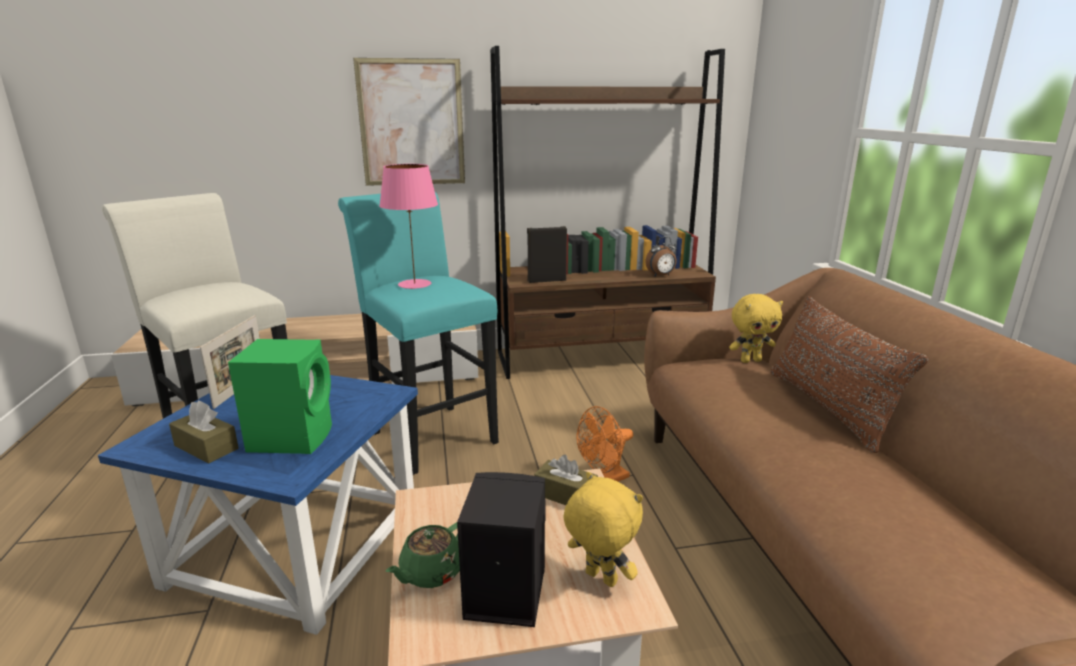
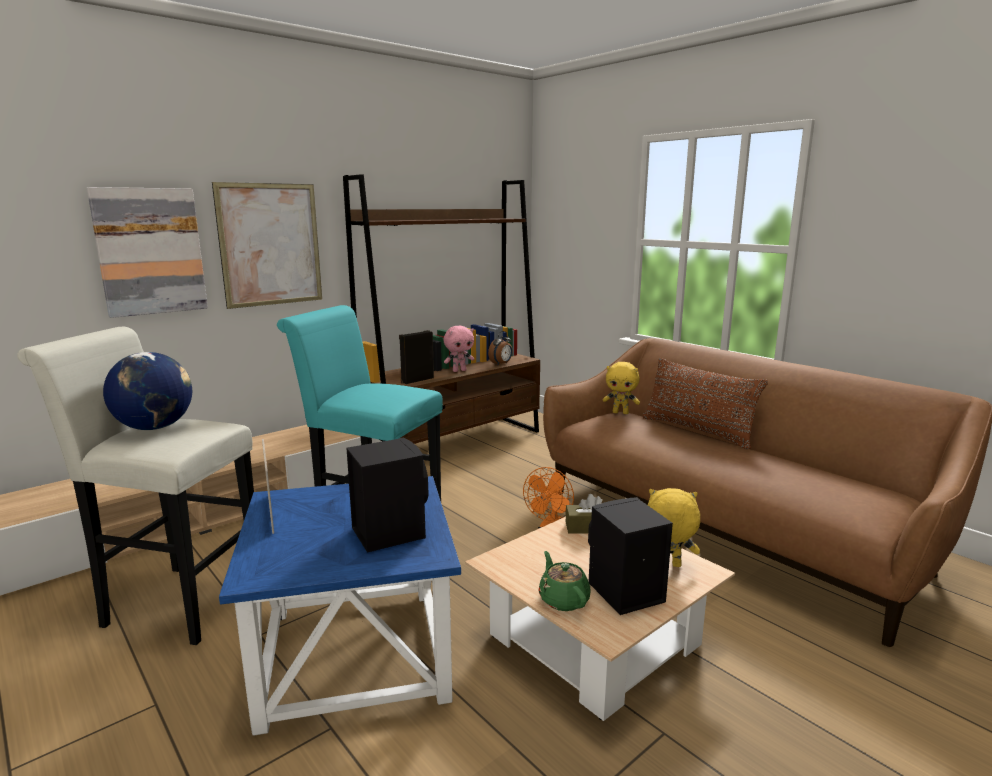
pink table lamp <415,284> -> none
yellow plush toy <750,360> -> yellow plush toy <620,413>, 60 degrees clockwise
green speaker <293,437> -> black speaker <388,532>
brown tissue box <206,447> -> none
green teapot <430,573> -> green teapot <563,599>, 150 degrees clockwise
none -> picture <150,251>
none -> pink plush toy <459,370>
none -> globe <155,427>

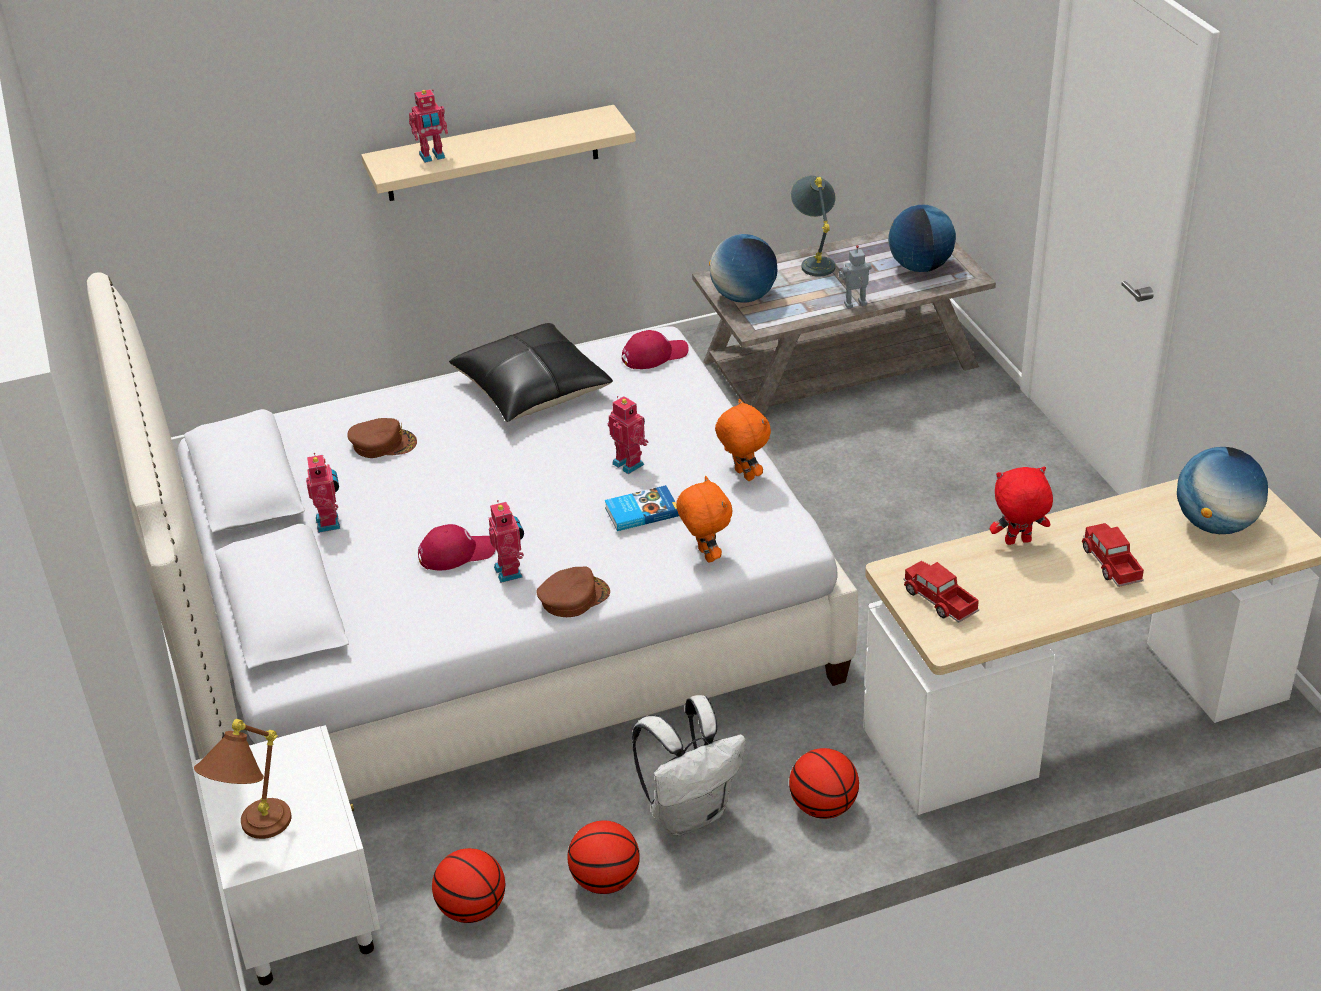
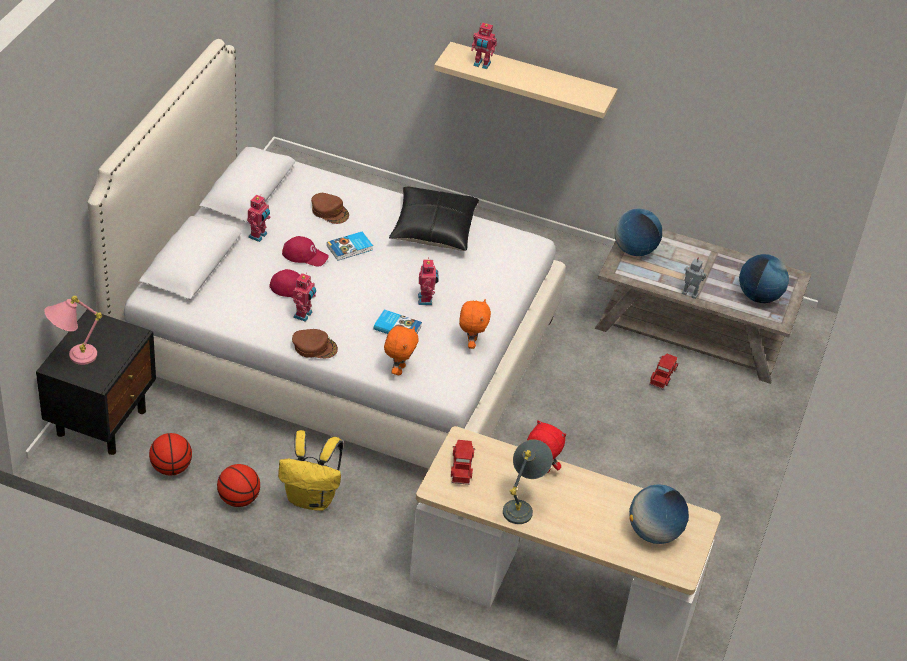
grey table lamp <815,261> -> grey table lamp <523,505>, move
red cap <654,355> -> red cap <305,255>, move
toy truck <1110,564> -> toy truck <662,376>, move
white backpack <690,812> -> yellow backpack <312,498>
brown table lamp <255,833> -> pink table lamp <72,357>
white nightstand <305,920> -> black nightstand <102,421>
basketball <823,807> -> none
none -> book <350,248>

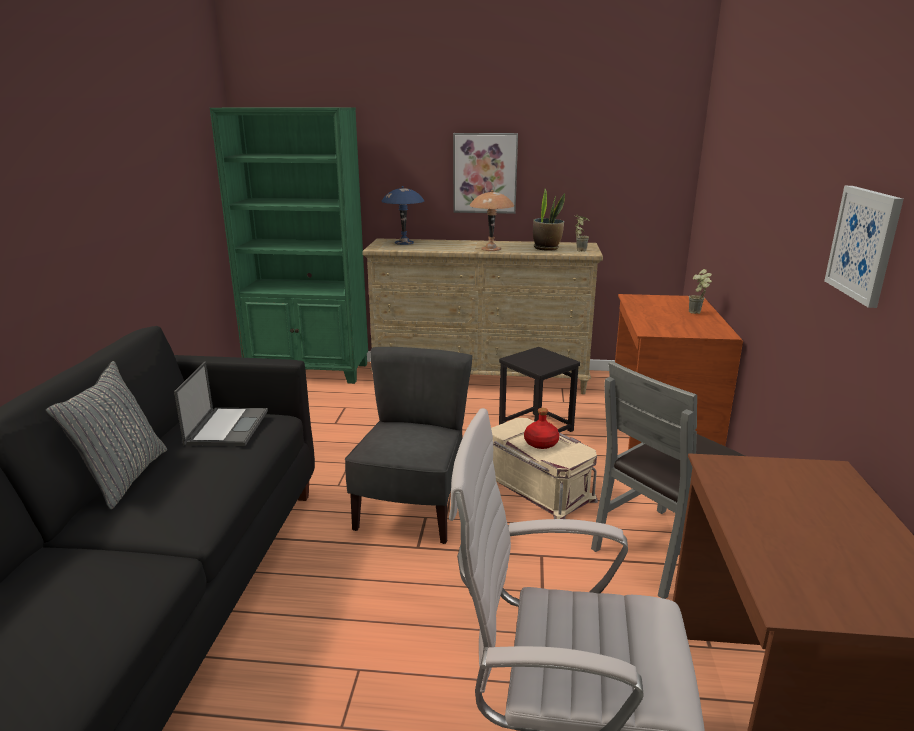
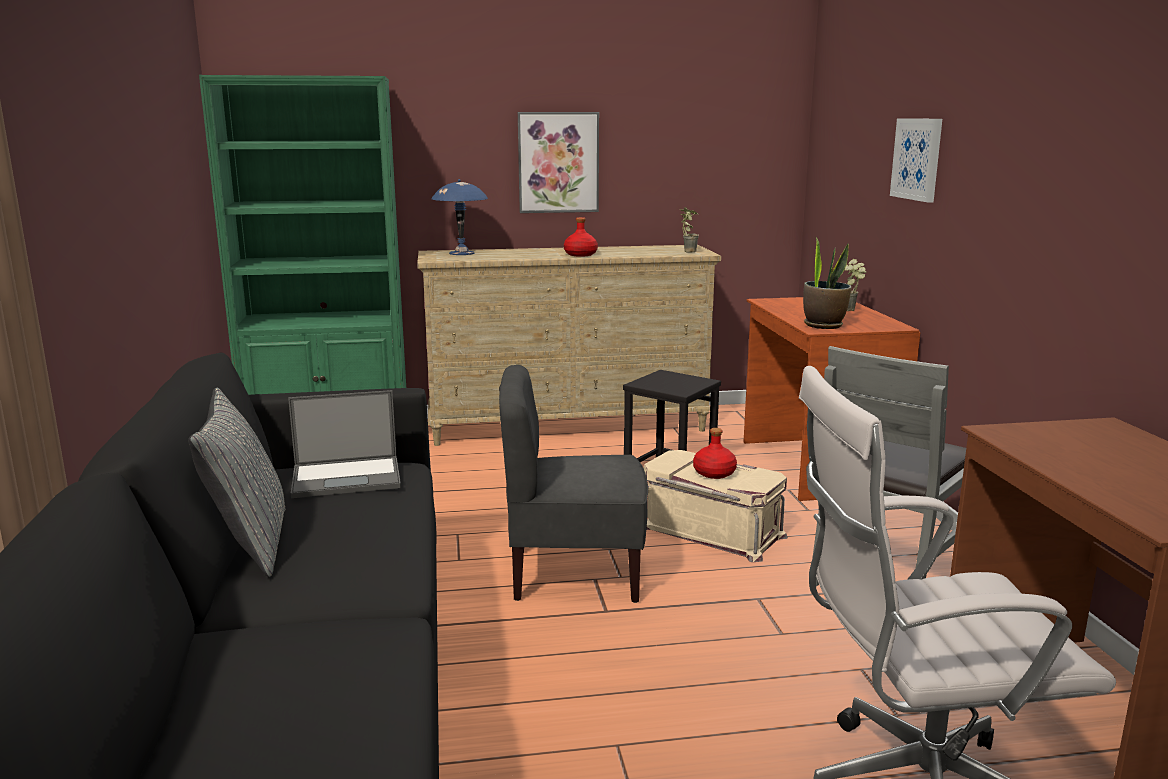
picture <864,244> -> picture <917,159>, move
potted plant <546,248> -> potted plant <823,325>, move
brown table lamp <491,249> -> red bottle <581,254>
grey chair <412,510> -> grey chair <573,574>, 90 degrees counterclockwise
laptop <227,427> -> laptop <348,477>, 90 degrees clockwise

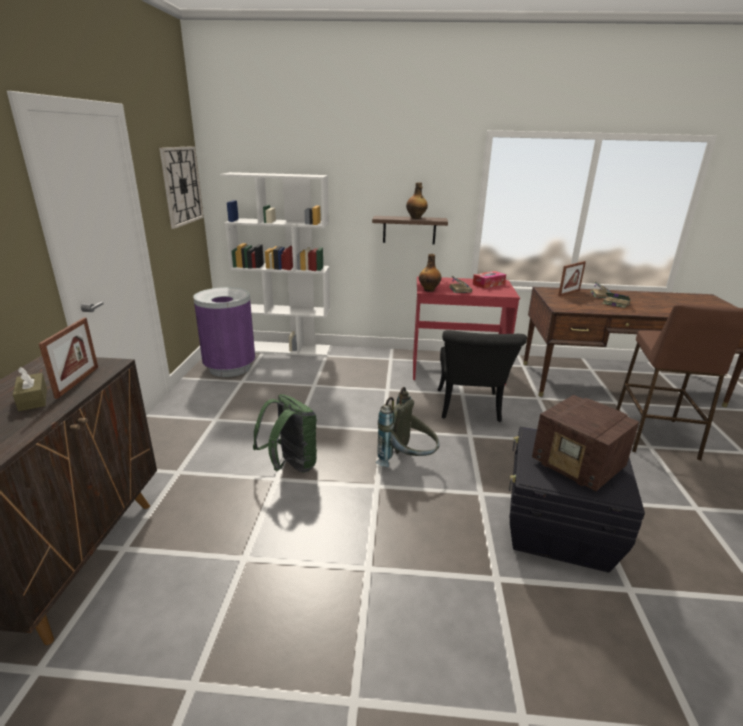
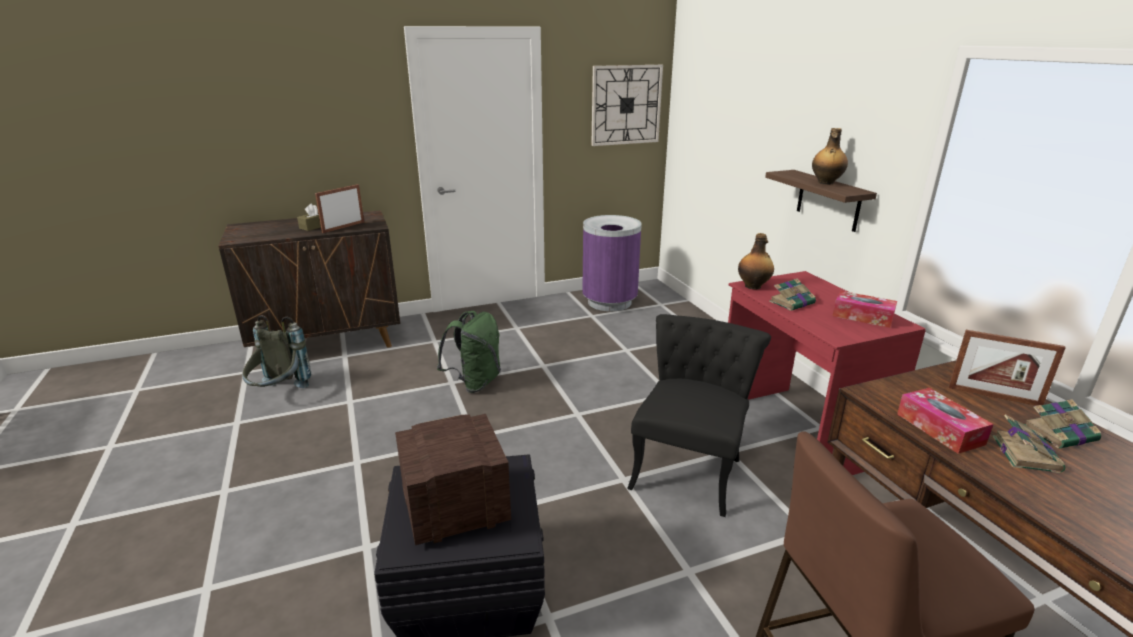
white bookcase <285,349> -> none
picture frame <77,382> -> picture frame <343,227>, 150 degrees clockwise
black chair <469,410> -> black chair <690,466>, 135 degrees clockwise
grey backpack <408,462> -> grey backpack <279,394>, move
radio <578,466> -> radio <453,508>, 45 degrees clockwise
none -> tissue box <939,429>

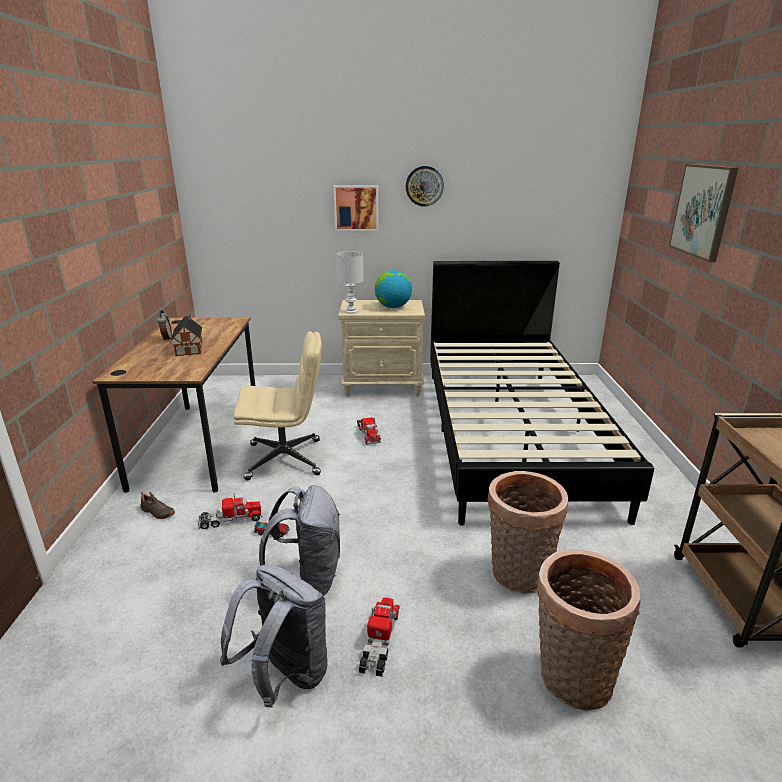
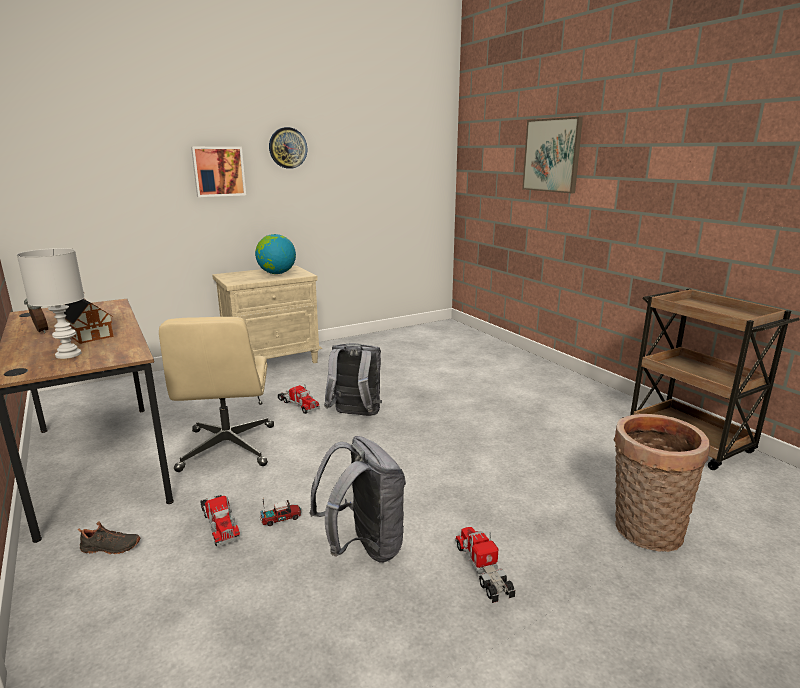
white table lamp <351,312> -> white table lamp <69,354>, move
black bed <510,433> -> none
beige office chair <285,459> -> beige office chair <228,448>, 120 degrees clockwise
basket <518,576> -> none
toy truck <230,520> -> toy truck <219,523>, 105 degrees clockwise
grey backpack <285,676> -> grey backpack <355,416>, move

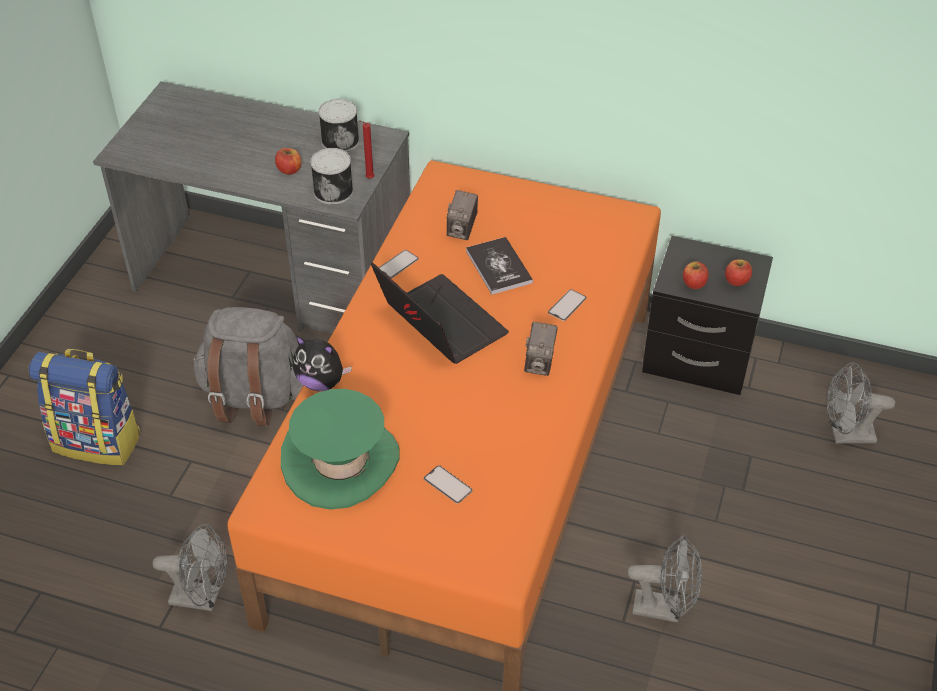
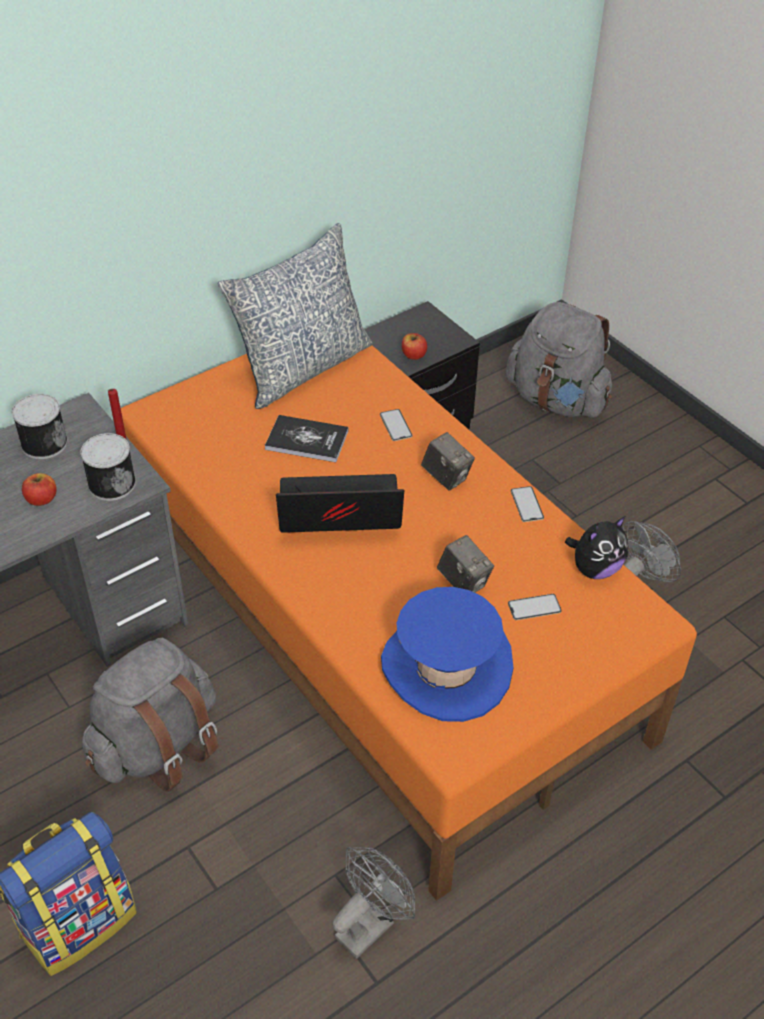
photo camera <462,230> -> photo camera <463,582>, move
phone <398,264> -> phone <527,504>, move
apple <736,281> -> none
plush toy <321,382> -> plush toy <595,568>, move
grey fan <845,435> -> grey backpack <557,400>
green hat <341,462> -> blue hat <446,667>
none -> pillow <302,367>

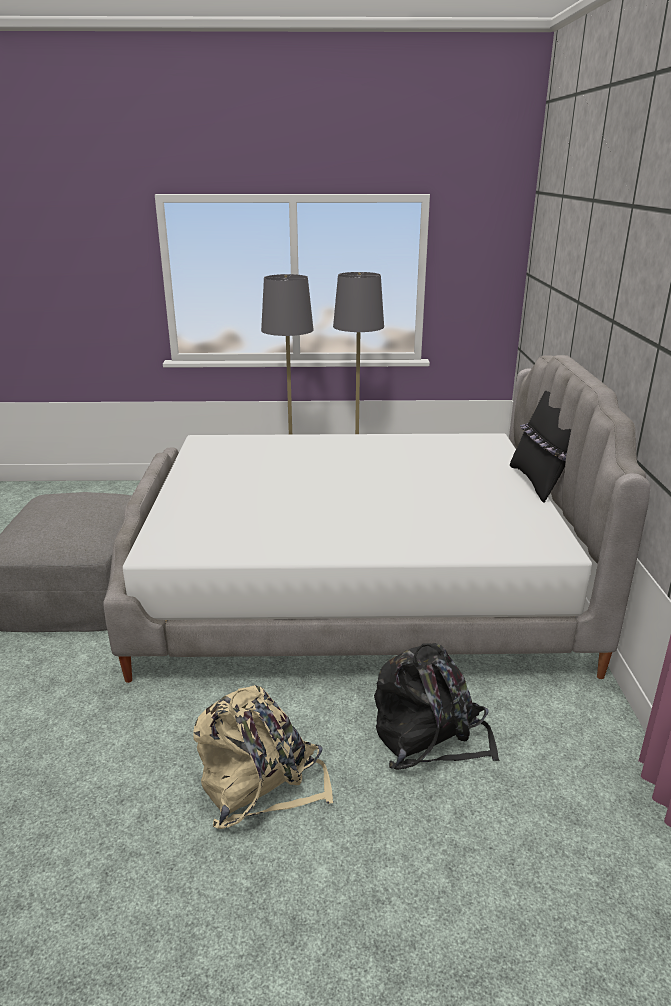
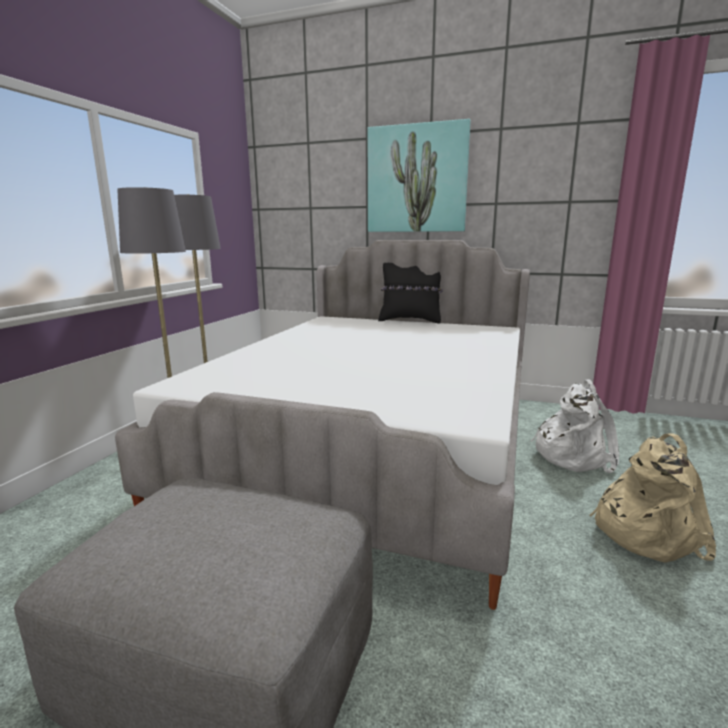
black backpack <429,736> -> white backpack <573,455>
none -> picture <417,179>

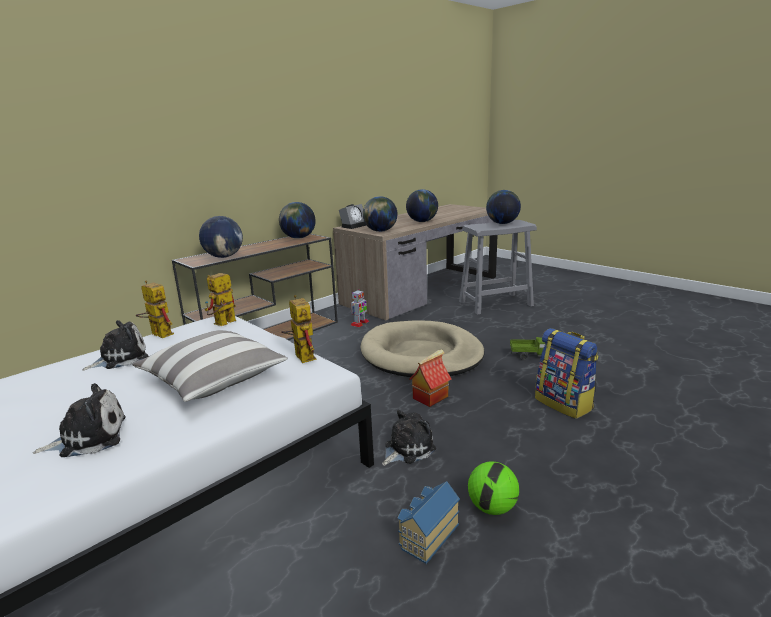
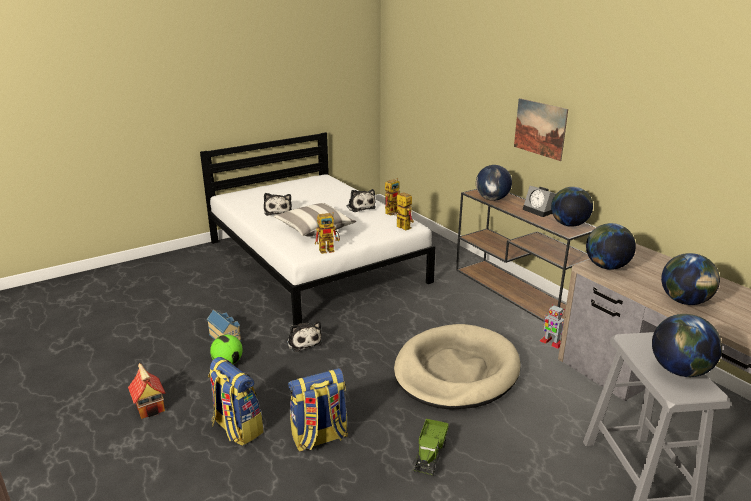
alarm clock <354,226> -> alarm clock <539,211>, move
toy house <430,397> -> toy house <150,407>, move
none -> picture <540,128>
none -> backpack <236,428>

